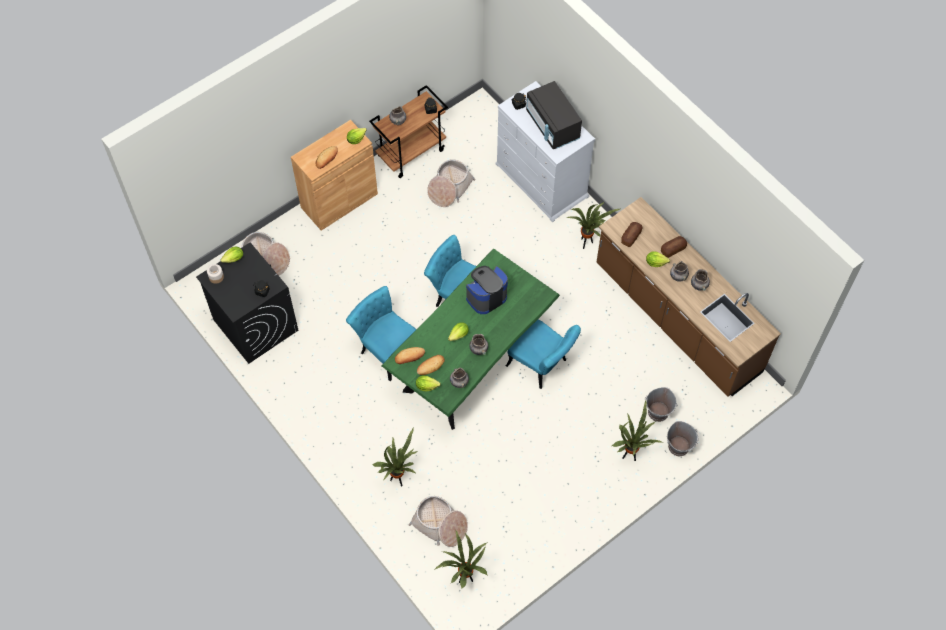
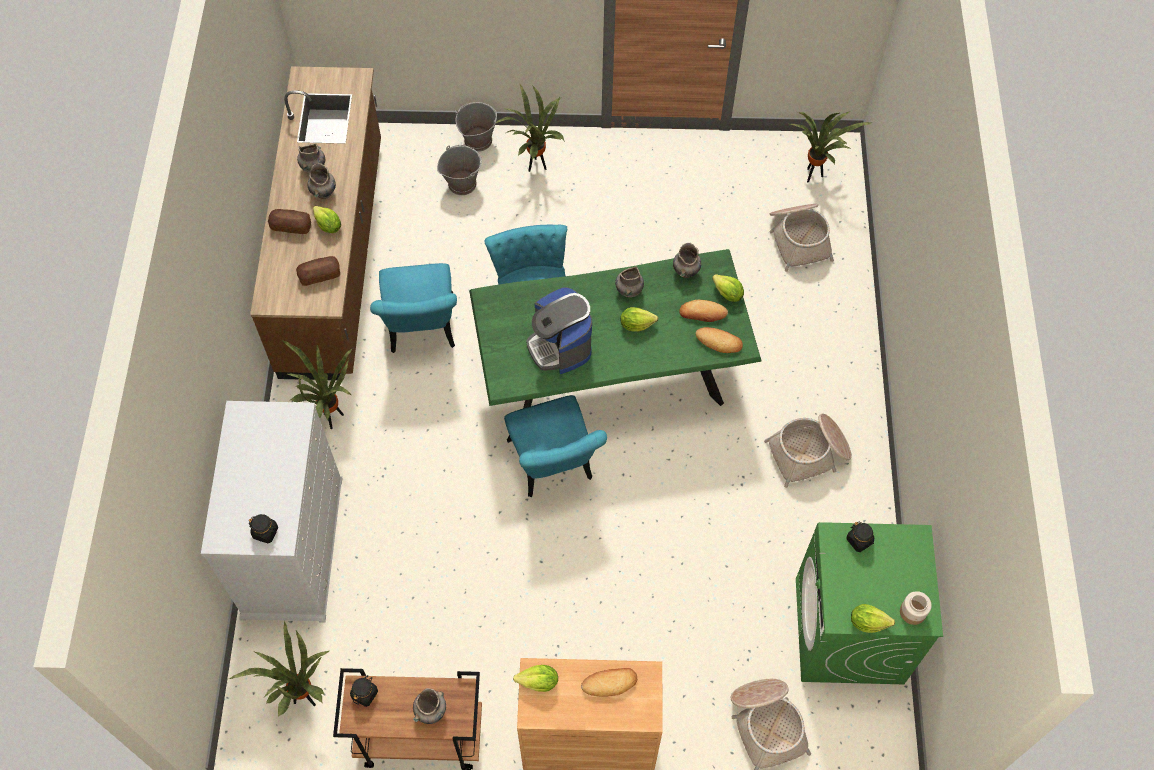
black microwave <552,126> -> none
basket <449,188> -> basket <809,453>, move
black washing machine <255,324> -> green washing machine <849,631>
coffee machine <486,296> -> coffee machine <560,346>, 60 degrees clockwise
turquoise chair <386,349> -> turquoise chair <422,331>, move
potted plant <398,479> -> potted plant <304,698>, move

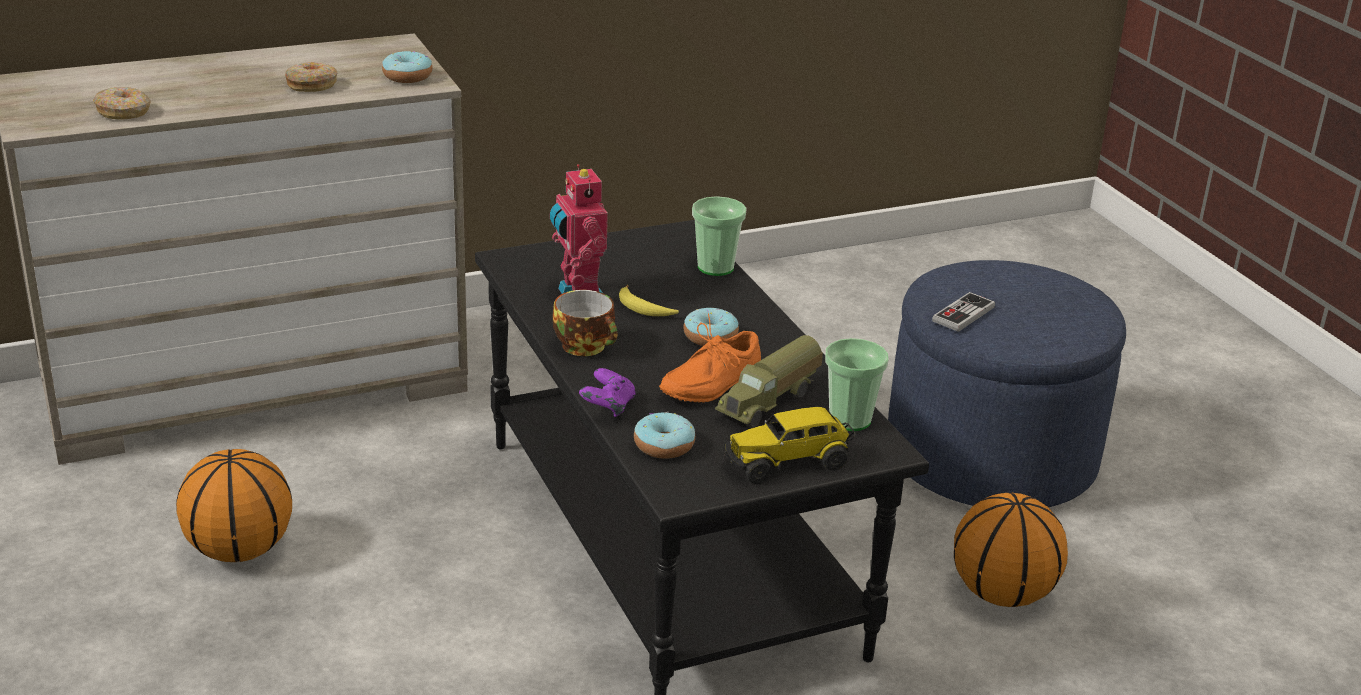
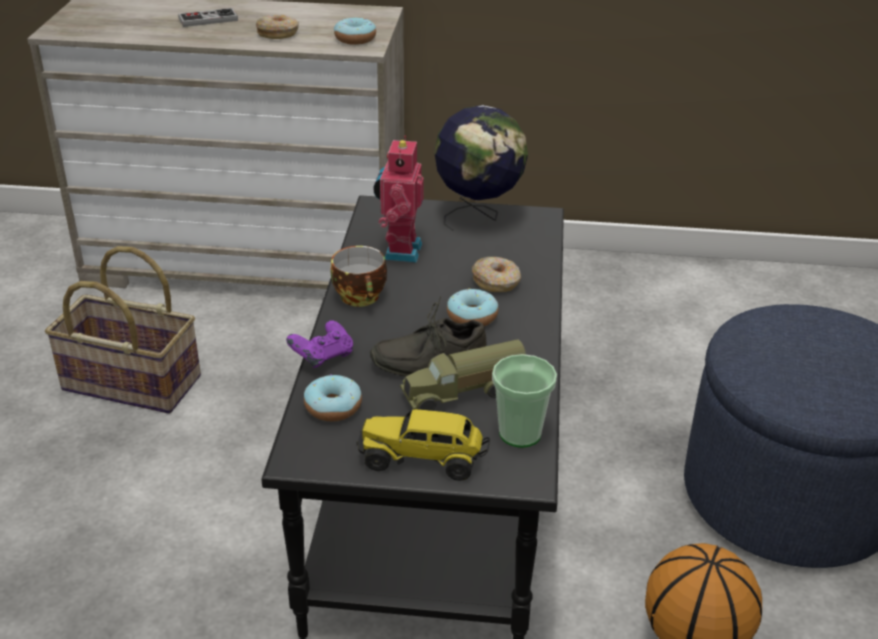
donut <124,112> -> donut <496,282>, move
cup <715,267> -> none
banana <644,309> -> none
game controller <963,314> -> game controller <208,20>, move
orange shoe <707,383> -> grey shoe <427,359>
basketball <238,551> -> basket <130,384>
none -> globe <478,216>

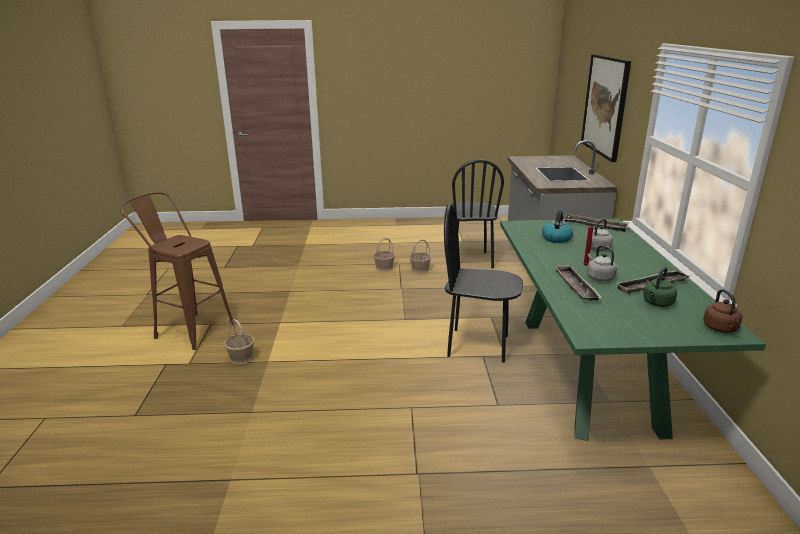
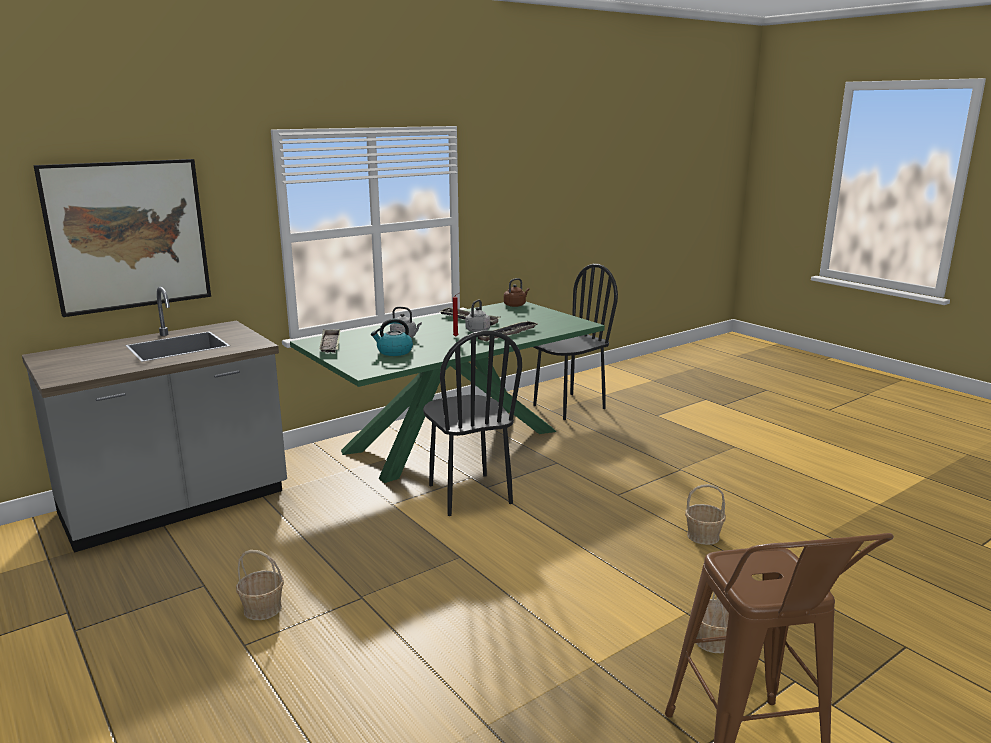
black chair <470,260> -> black chair <568,406>, move
basket <384,268> -> basket <703,536>, move
green kettle <657,303> -> none

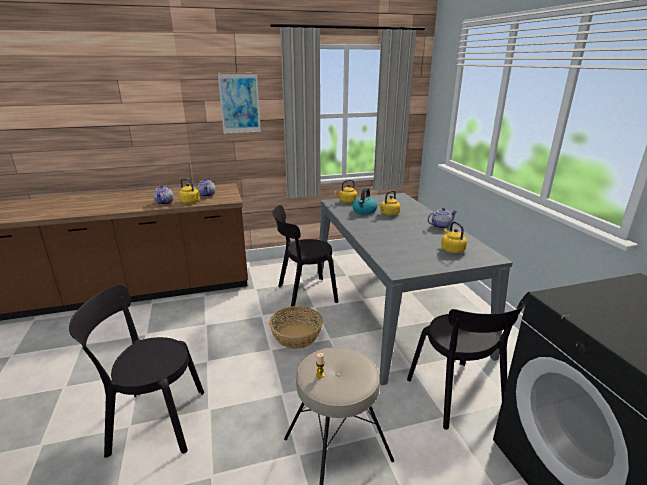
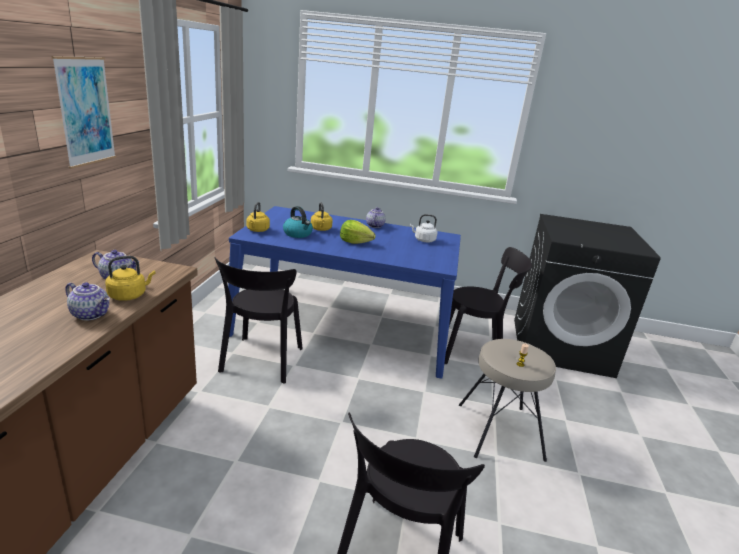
grey dining table <392,308> -> blue dining table <345,326>
yellow kettle <451,250> -> white kettle <423,240>
basket <296,336> -> none
none -> lettuce <355,242>

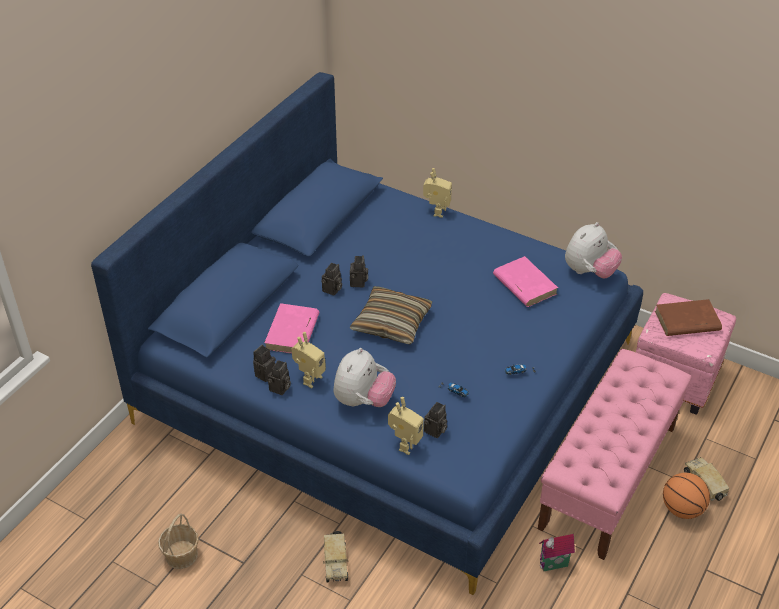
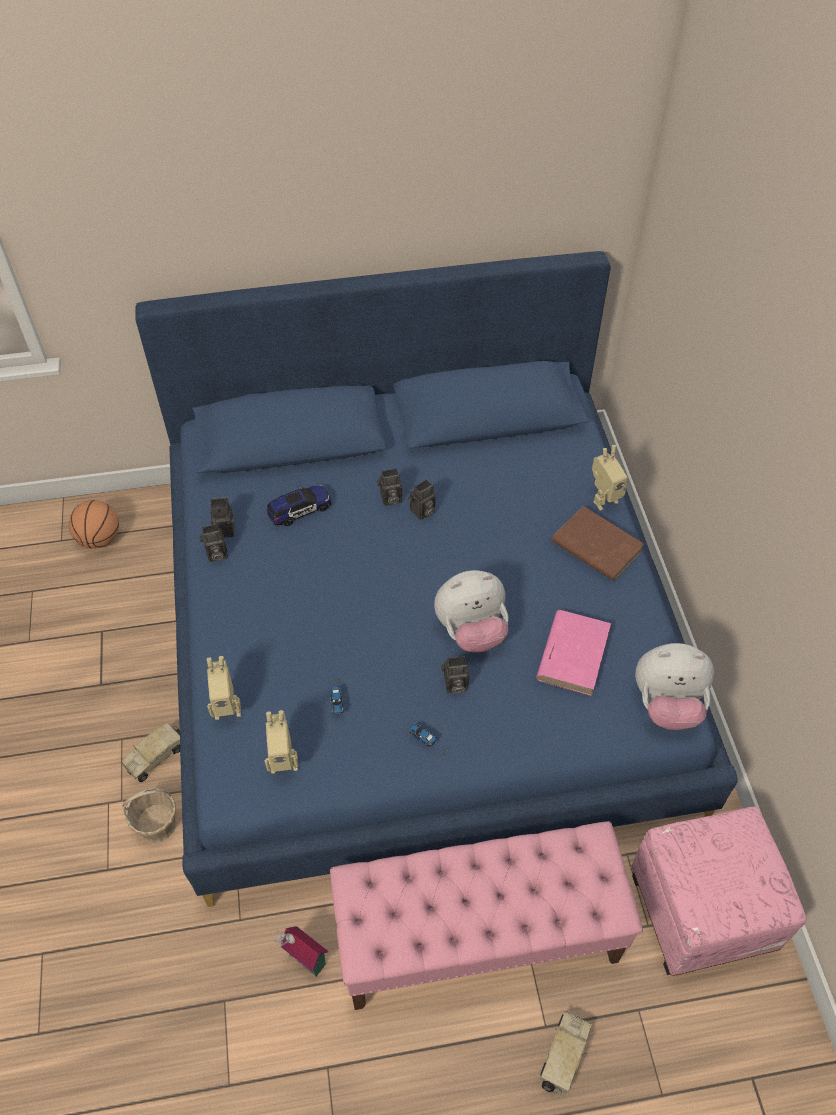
pillow <392,323> -> none
brown book <686,321> -> brown book <595,546>, move
pink book <292,332> -> toy car <300,510>
toy robot <309,379> -> toy robot <283,760>, move
plush toy <363,400> -> plush toy <471,631>, move
photo camera <435,431> -> photo camera <454,684>, move
basketball <682,509> -> basketball <100,539>, move
basket <181,555> -> basket <157,823>, move

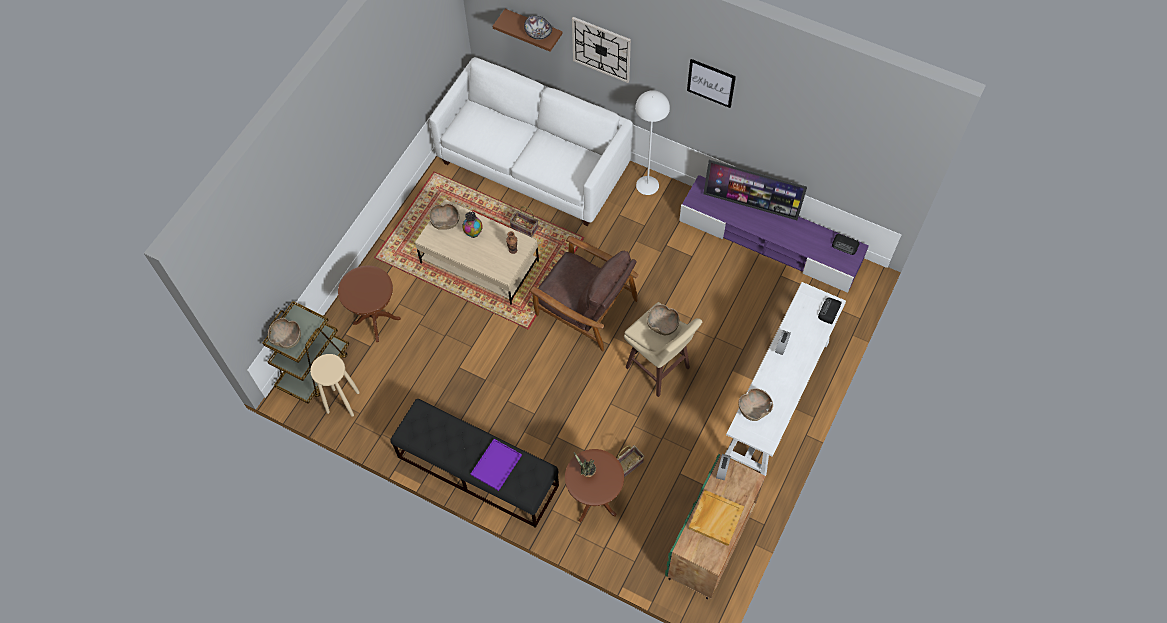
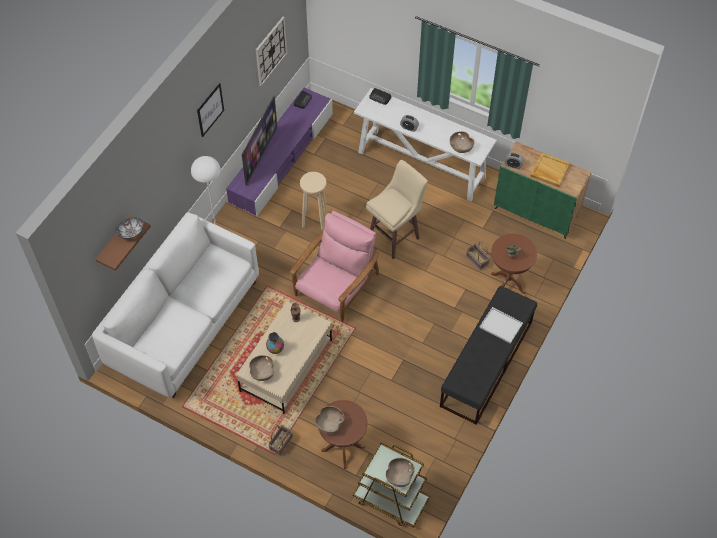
wall clock <601,49> -> wall clock <270,51>, move
basket <523,228> -> basket <281,444>, move
brown armchair <585,307> -> pink armchair <336,286>
brown bowl <662,325> -> brown bowl <329,424>, move
beige stool <343,402> -> beige stool <314,219>, move
purple tray <496,466> -> white tray <502,325>

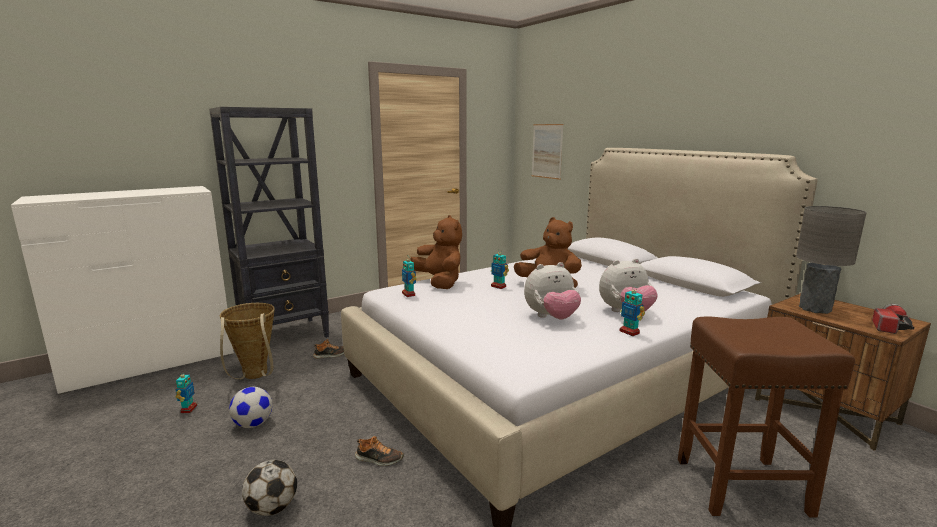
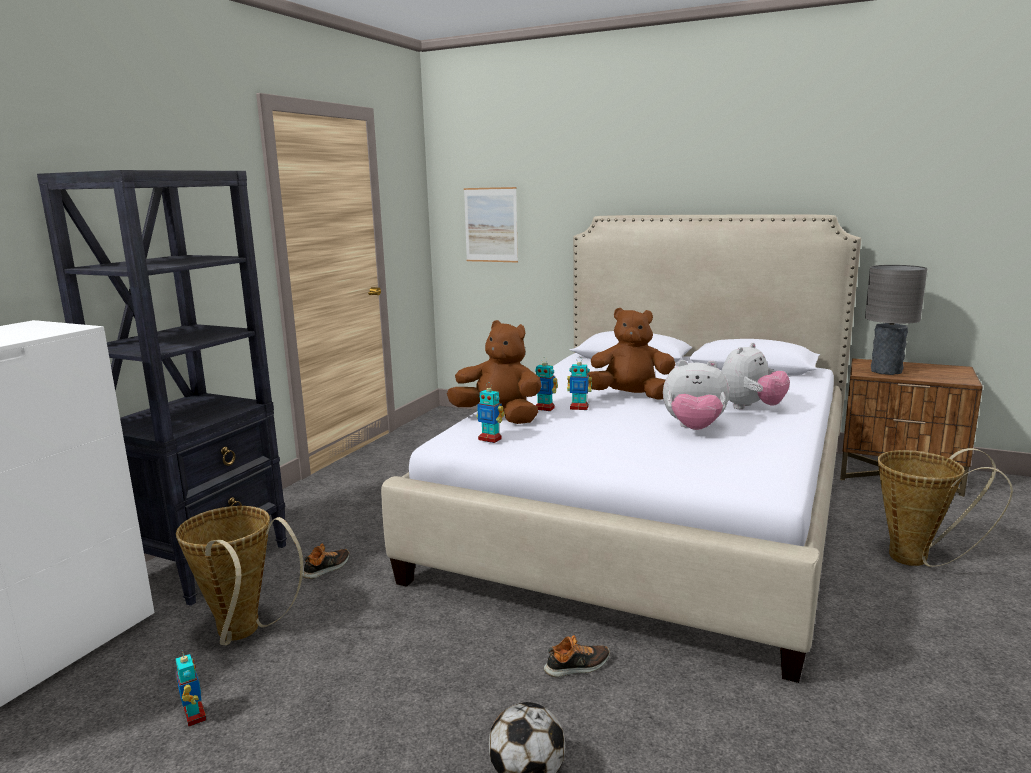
plush toy <551,318> -> plush toy <694,429>, 60 degrees clockwise
toy robot <629,332> -> toy robot <544,408>, move
flashlight <890,326> -> none
brown stool <739,486> -> basket <918,559>
football <253,424> -> none

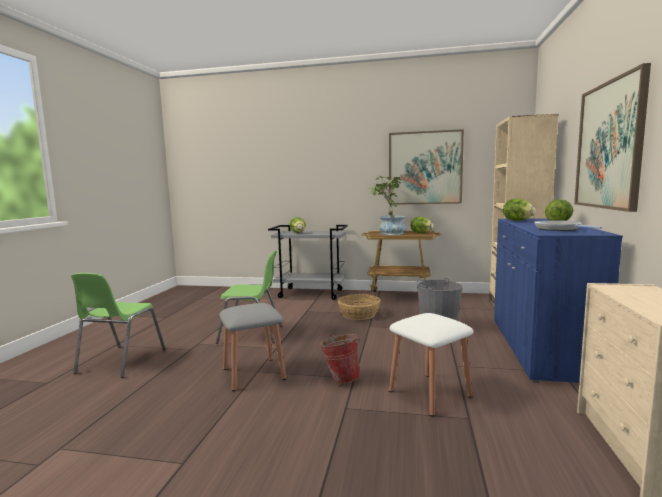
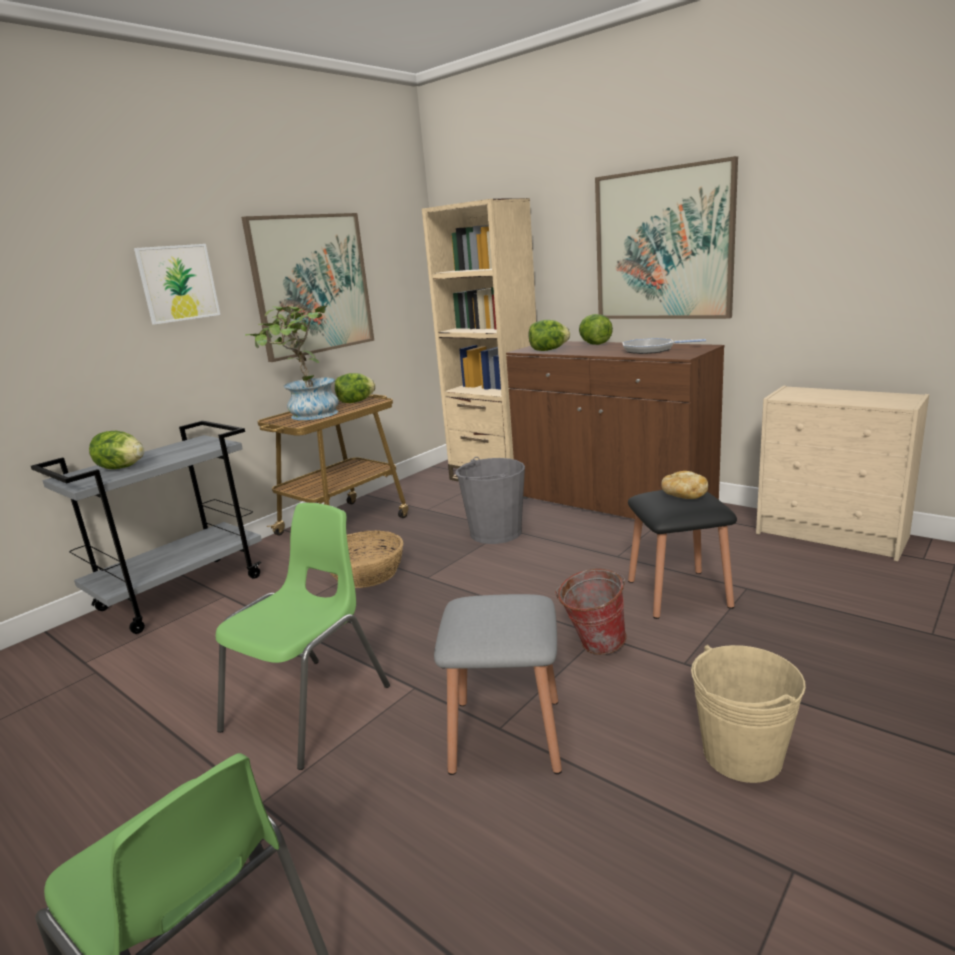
blue cabinet <539,348> -> brown cabinet <612,501>
white stool <429,393> -> black stool <678,593>
none -> picture <178,283>
none -> bread <683,496>
none -> beige bucket <742,754>

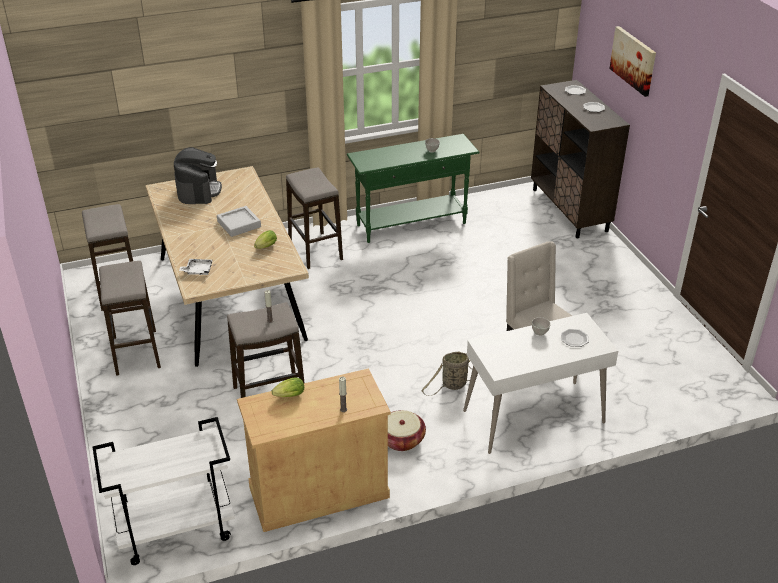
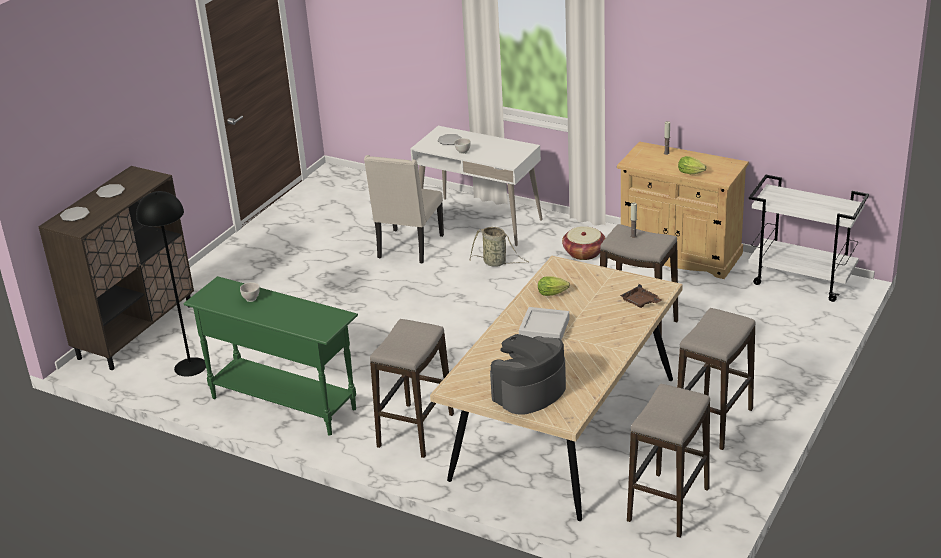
picture <633,60> -> none
white tray <198,270> -> brown tray <640,302>
none -> black floor lamp <190,367>

